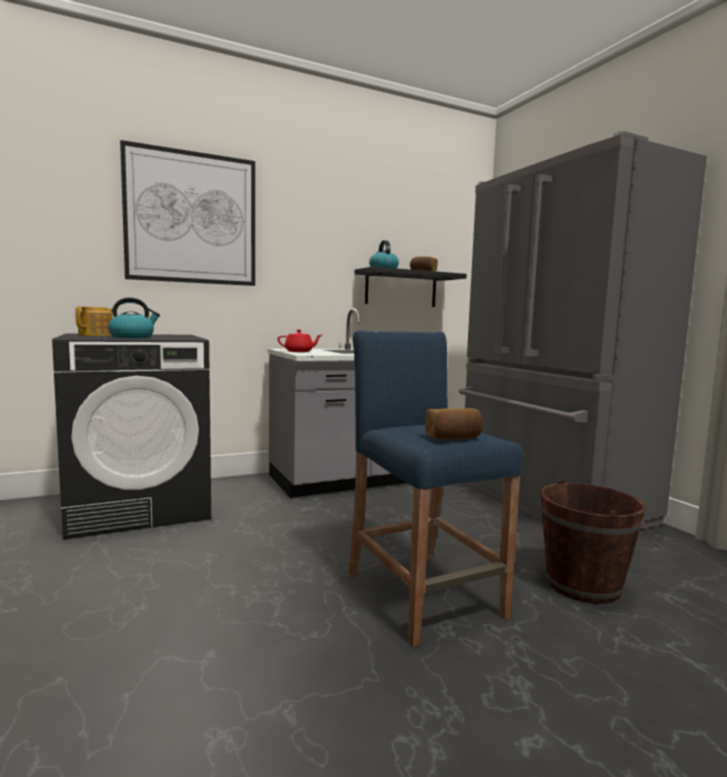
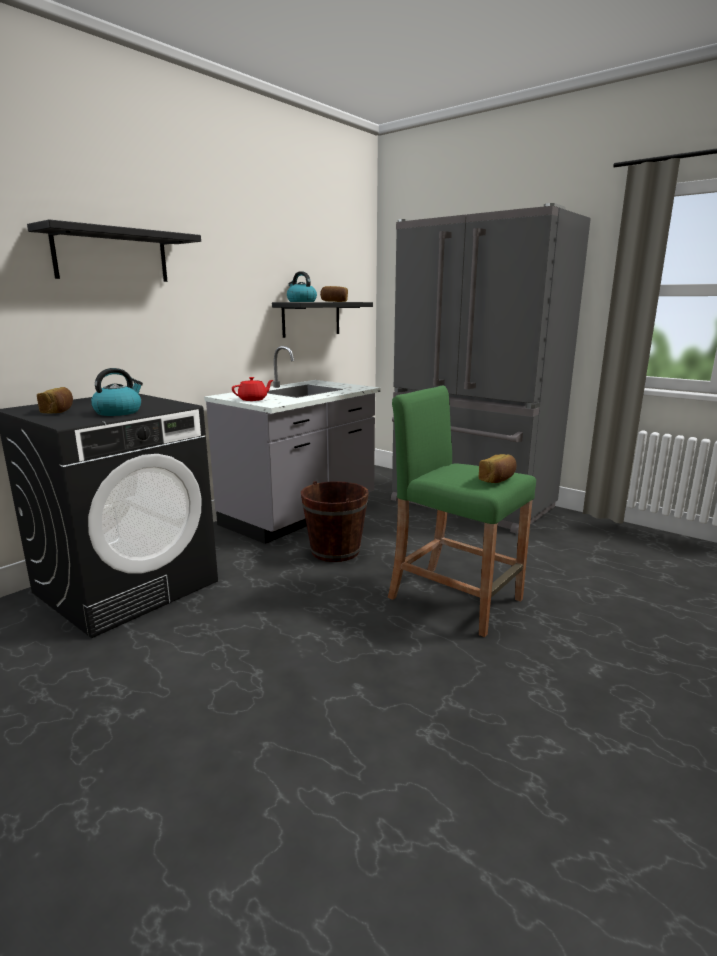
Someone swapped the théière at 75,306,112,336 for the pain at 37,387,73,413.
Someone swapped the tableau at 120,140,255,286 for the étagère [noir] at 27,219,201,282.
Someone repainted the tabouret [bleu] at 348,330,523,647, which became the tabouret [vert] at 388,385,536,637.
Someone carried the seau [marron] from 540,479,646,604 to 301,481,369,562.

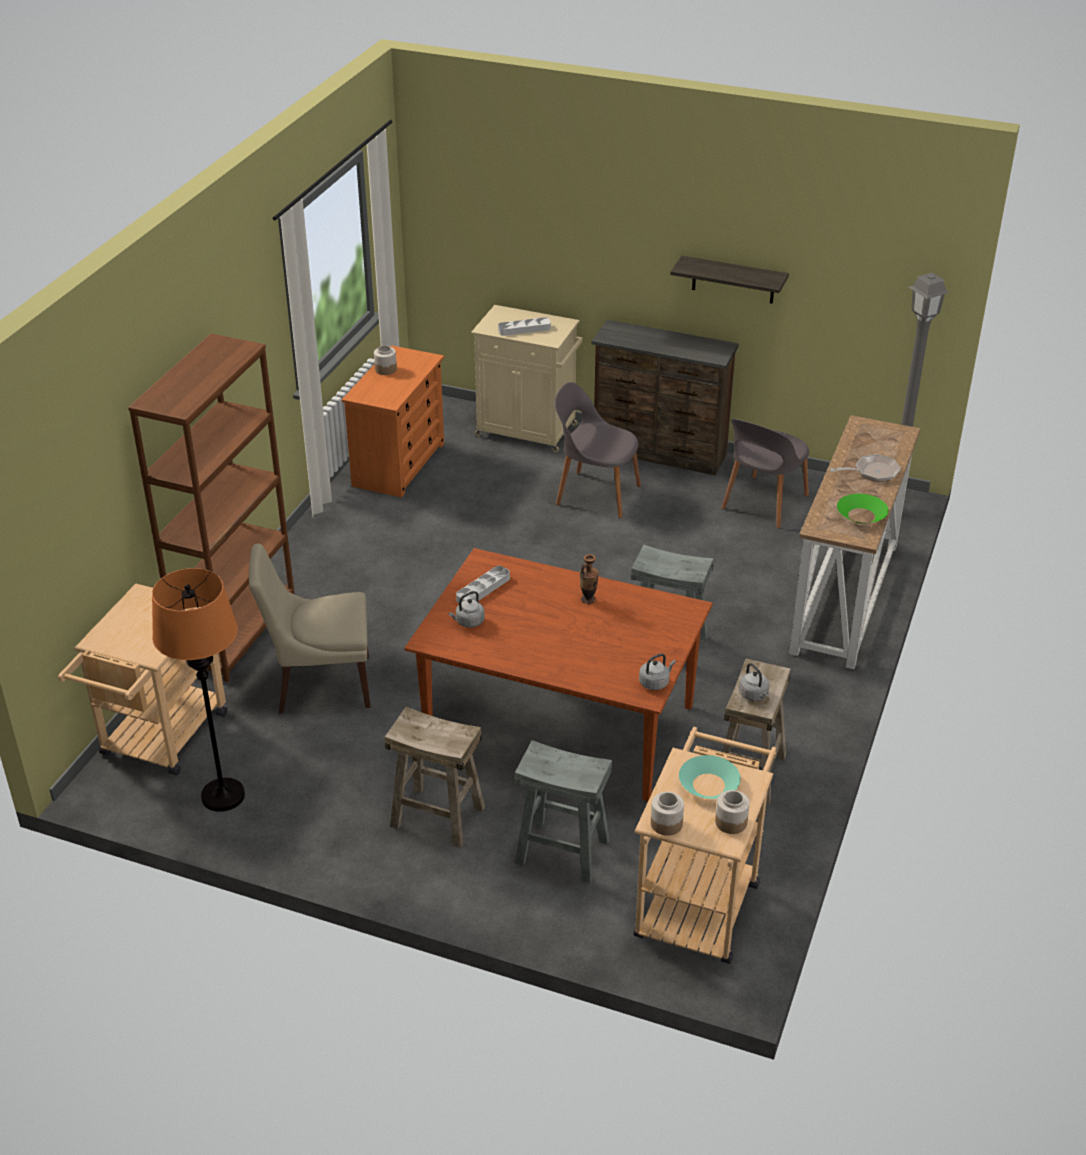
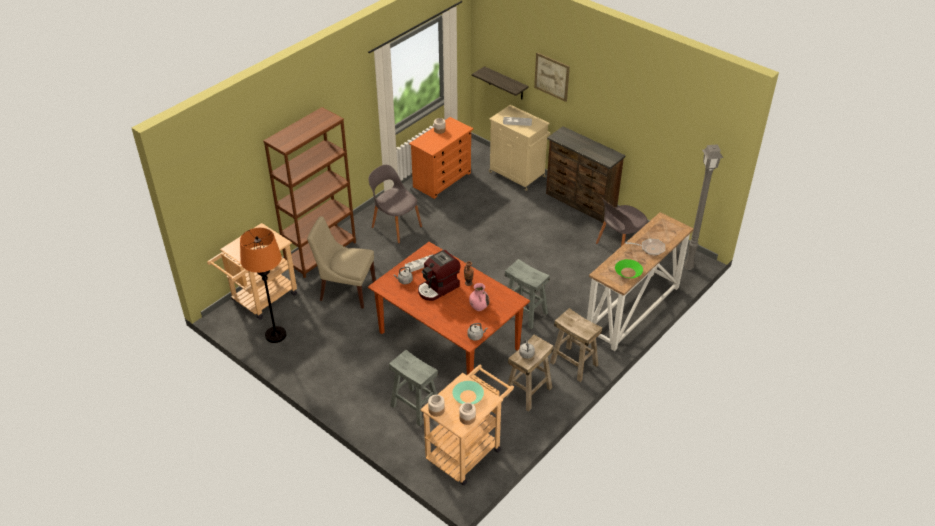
Someone carried the tabouret [beige] from 385,707,485,848 to 550,308,602,382.
Someone carried the chaise [gris] from 554,382,641,518 to 368,165,422,243.
Someone carried the étagère from 670,256,789,304 to 472,66,529,99.
Someone put down the machine à café at 418,250,461,301.
Someone put down the vase [rose] at 469,283,489,311.
Someone put up the tableau at 534,52,570,102.

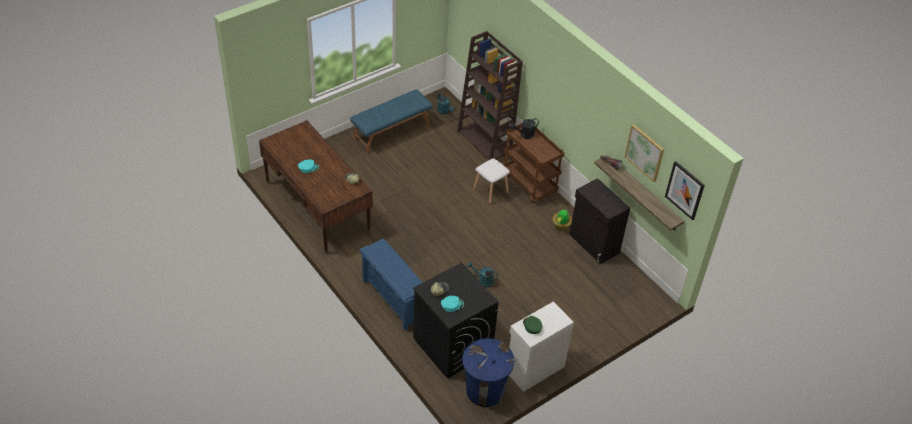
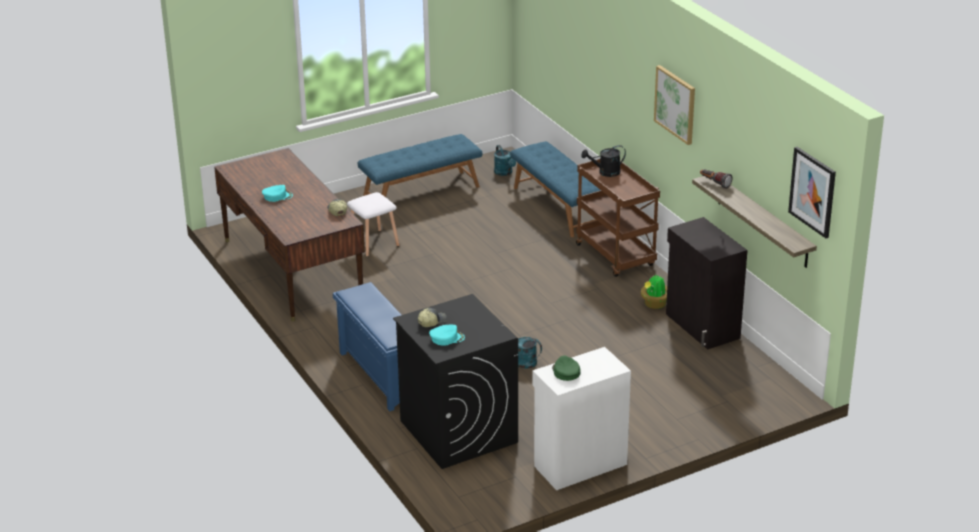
Someone swapped the bibliothèque [marron] at 457,31,523,160 for the banc [bleu] at 510,141,600,237.
Someone took away the poubelle [bleu] at 462,338,514,407.
Someone carried the tabouret [blanc] from 473,158,510,204 to 347,192,399,257.
Someone carried the tableau from 625,124,664,182 to 654,65,695,145.

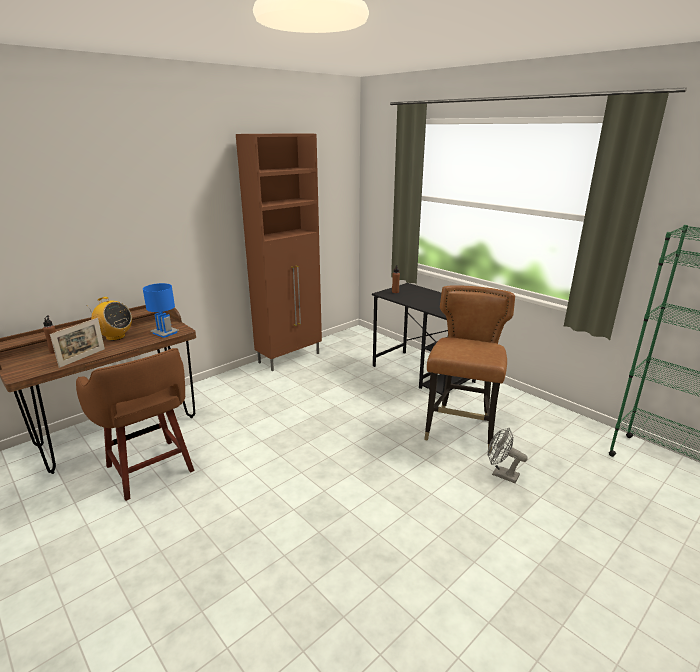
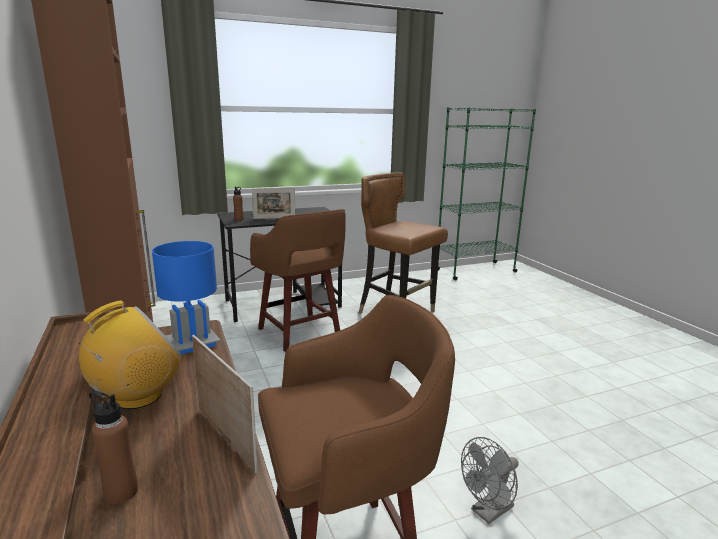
Someone carried the ventilateur [gris] from 488,428,528,483 to 461,437,519,524.
Someone put down the tabouret [marron] at 250,209,346,352.
Someone put down the cadre photo at 252,188,295,219.

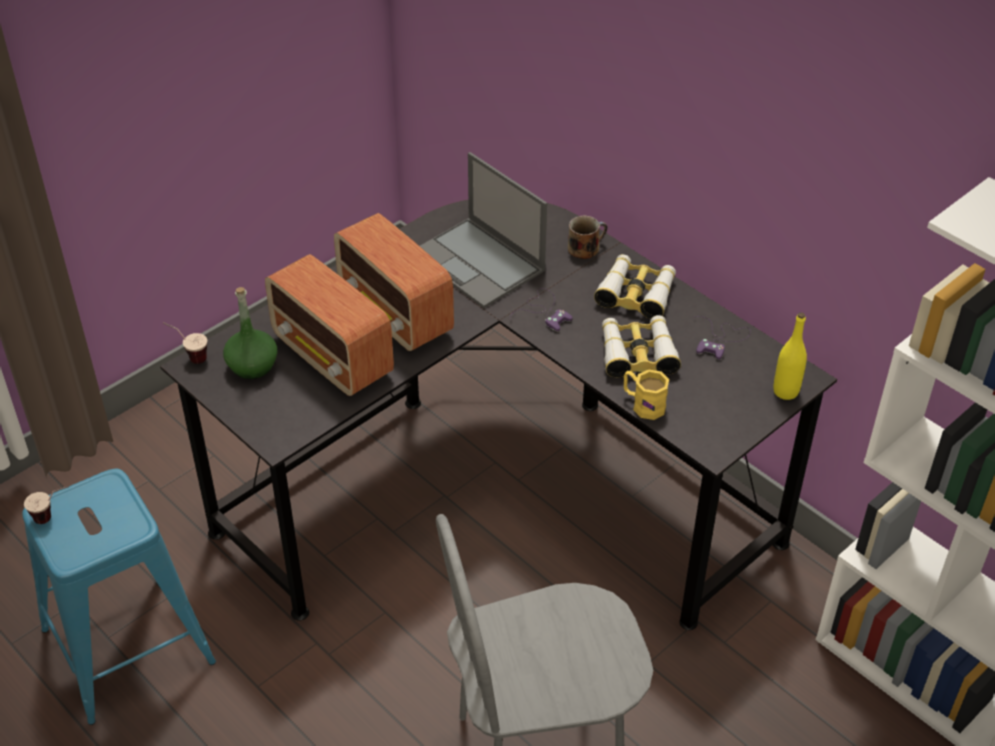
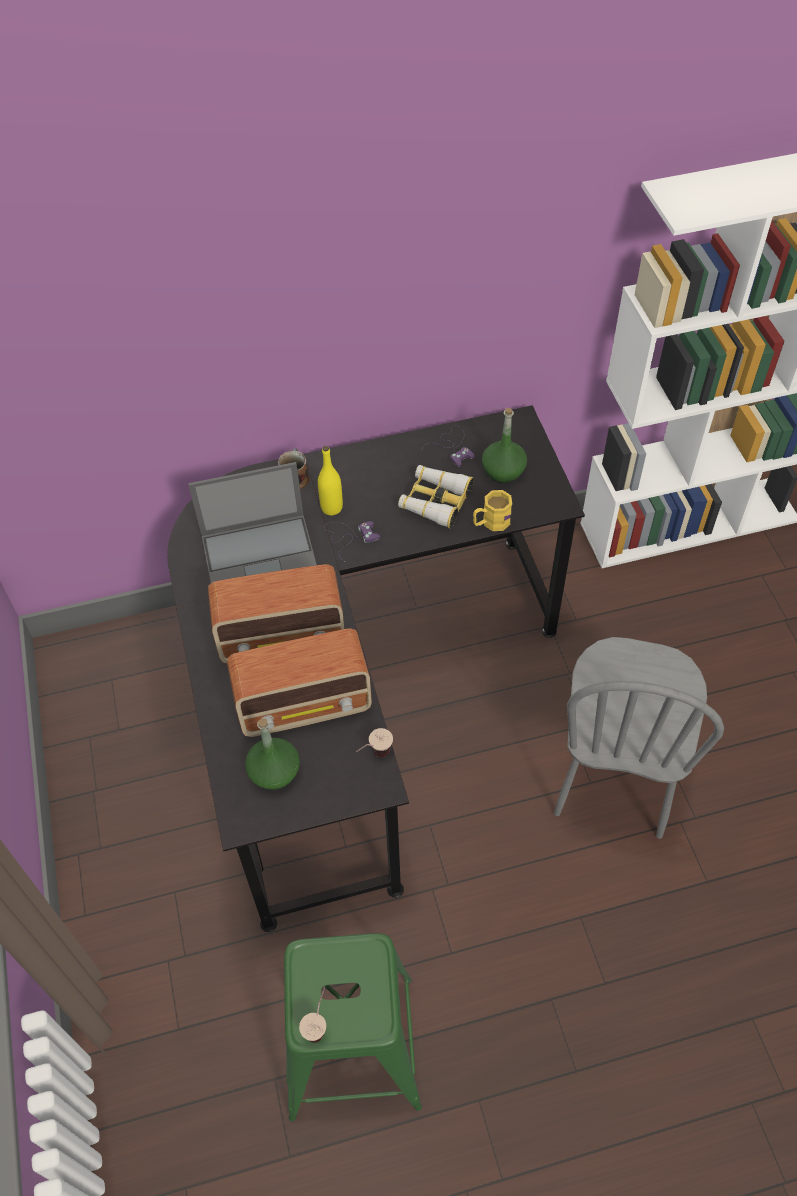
Someone repainted the tabouret [bleu] at 22,468,216,725, which became the tabouret [vert] at 284,933,422,1122.
Someone carried the tasse from 163,322,207,364 to 356,728,393,757.
Someone took away the jumelles at 594,254,676,319.
Someone carried the bouteille [jaune] from 773,313,807,400 to 318,446,343,515.
Someone put down the bouteille [vert] at 482,408,527,483.

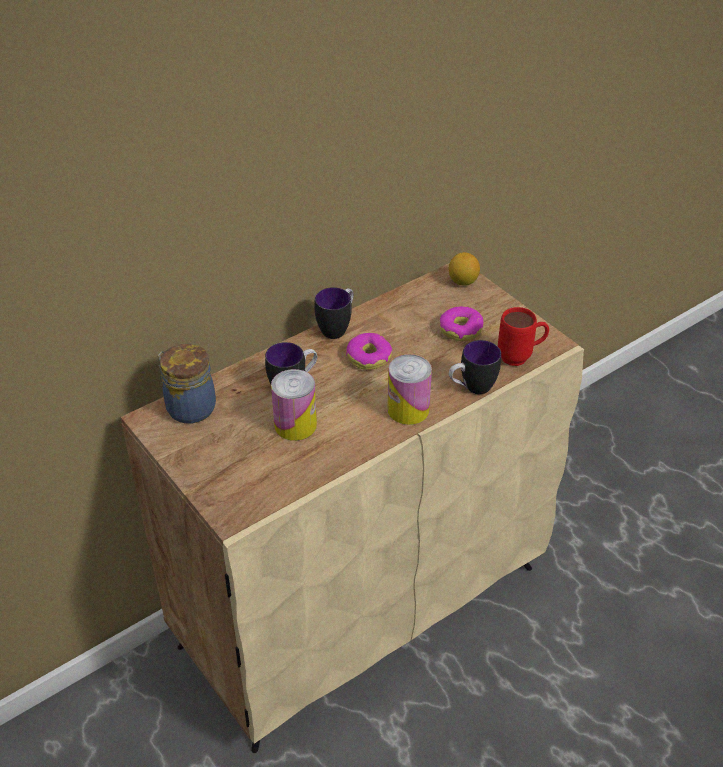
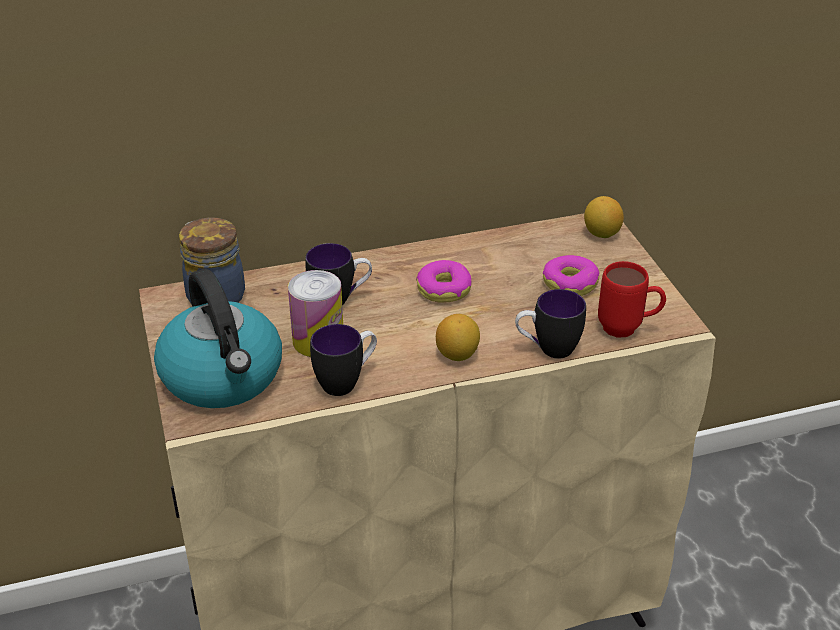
Someone carried the mug from 314,287,354,339 to 310,324,377,396.
Someone swapped the boîte métallique at 388,354,432,425 for the citron at 436,314,480,361.
Someone put down the bouilloire at 154,269,282,408.

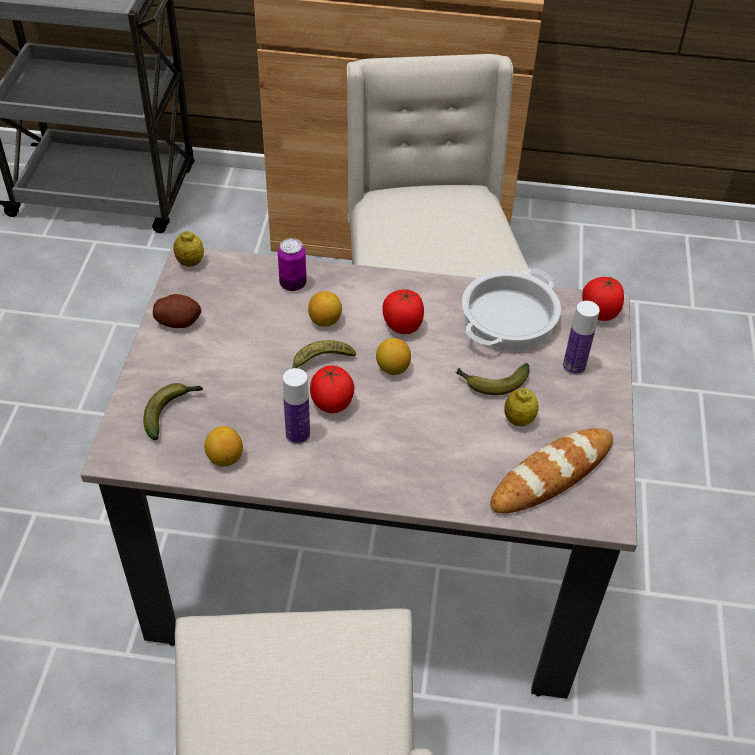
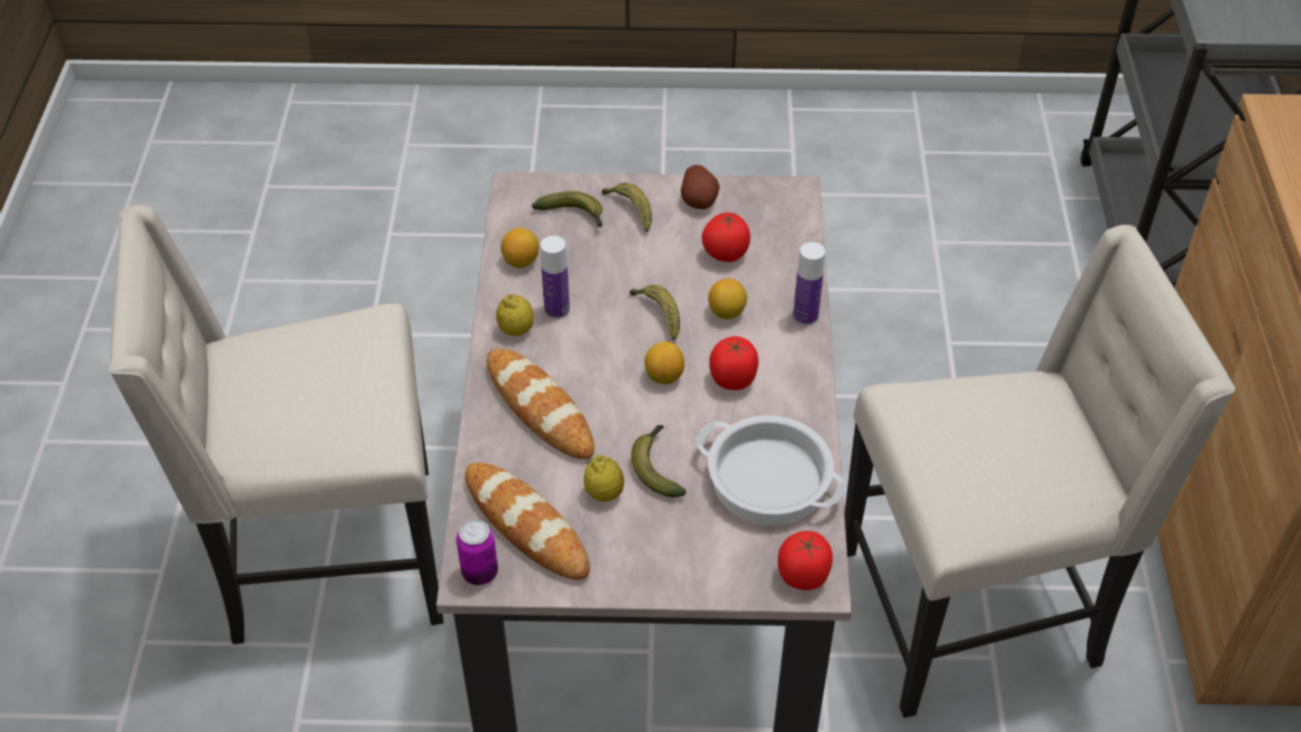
Someone carried the citron from 173,231,204,267 to 496,294,534,336.
Someone carried the boîte métallique from 278,238,306,291 to 456,519,498,585.
Someone carried the tomate from 310,366,354,413 to 702,213,750,262.
Someone carried the bouteille from 563,301,600,375 to 793,242,825,326.
Someone put down the pain at 487,348,594,460.
Someone put down the banane at 602,183,652,232.

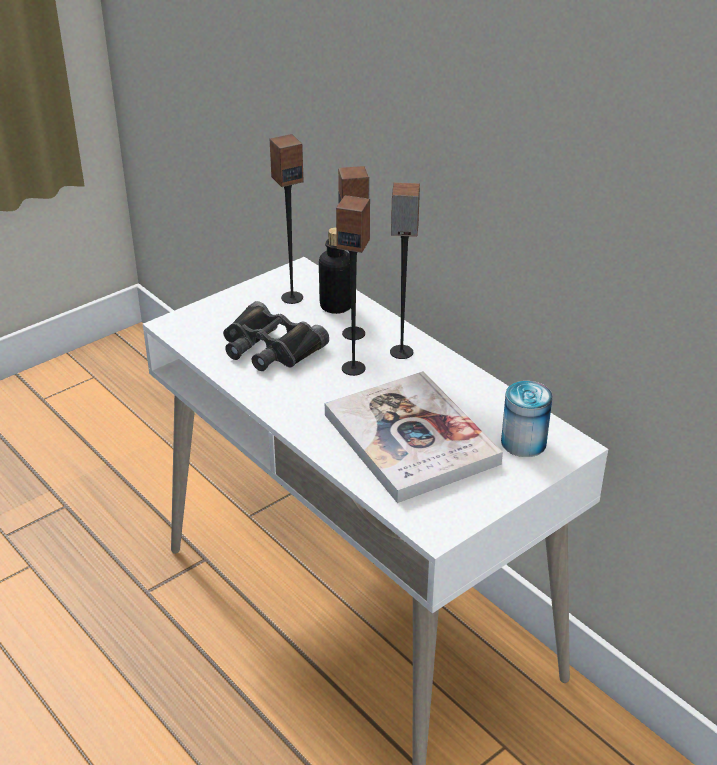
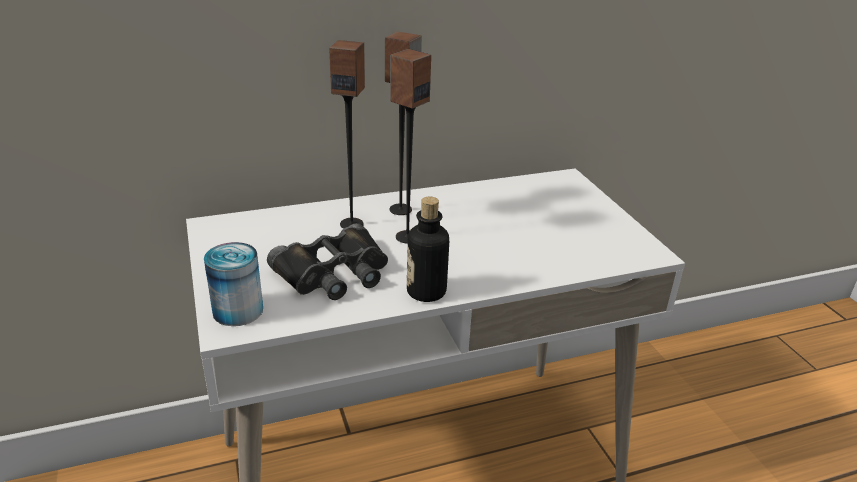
Someone took away the enceinte at 270,134,304,304.
Someone carried the bouteille from 319,227,351,314 to 407,196,449,302.
Someone took away the livre at 325,371,503,503.
Someone carried the boîte métallique from 501,381,553,457 to 204,242,263,326.

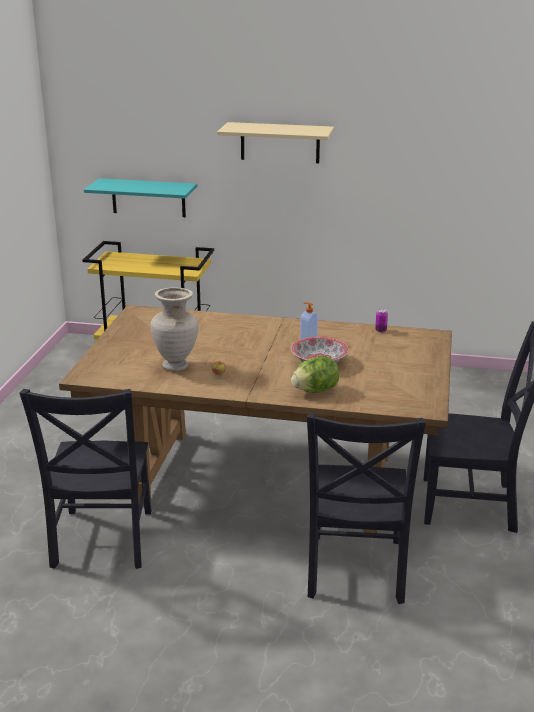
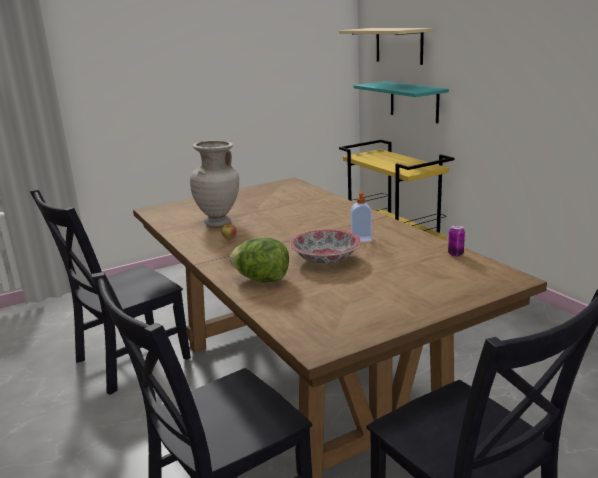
Someone carried the étagère [beige] from 217,122,334,163 to 339,28,433,65.

